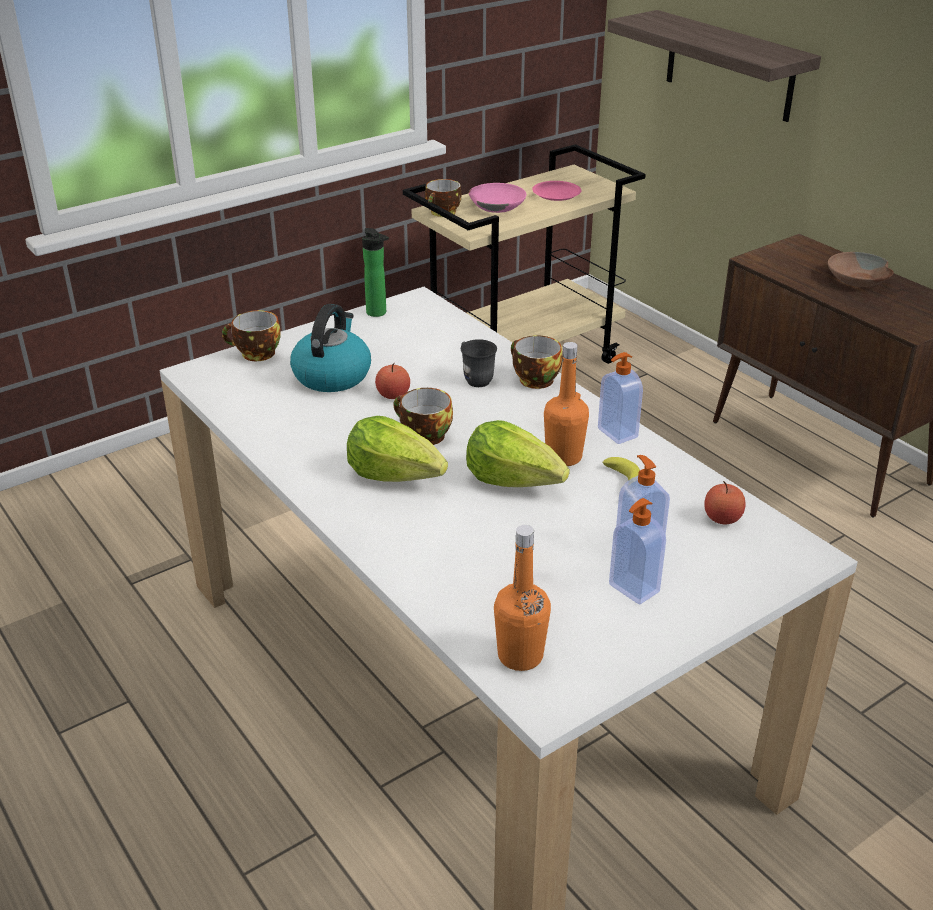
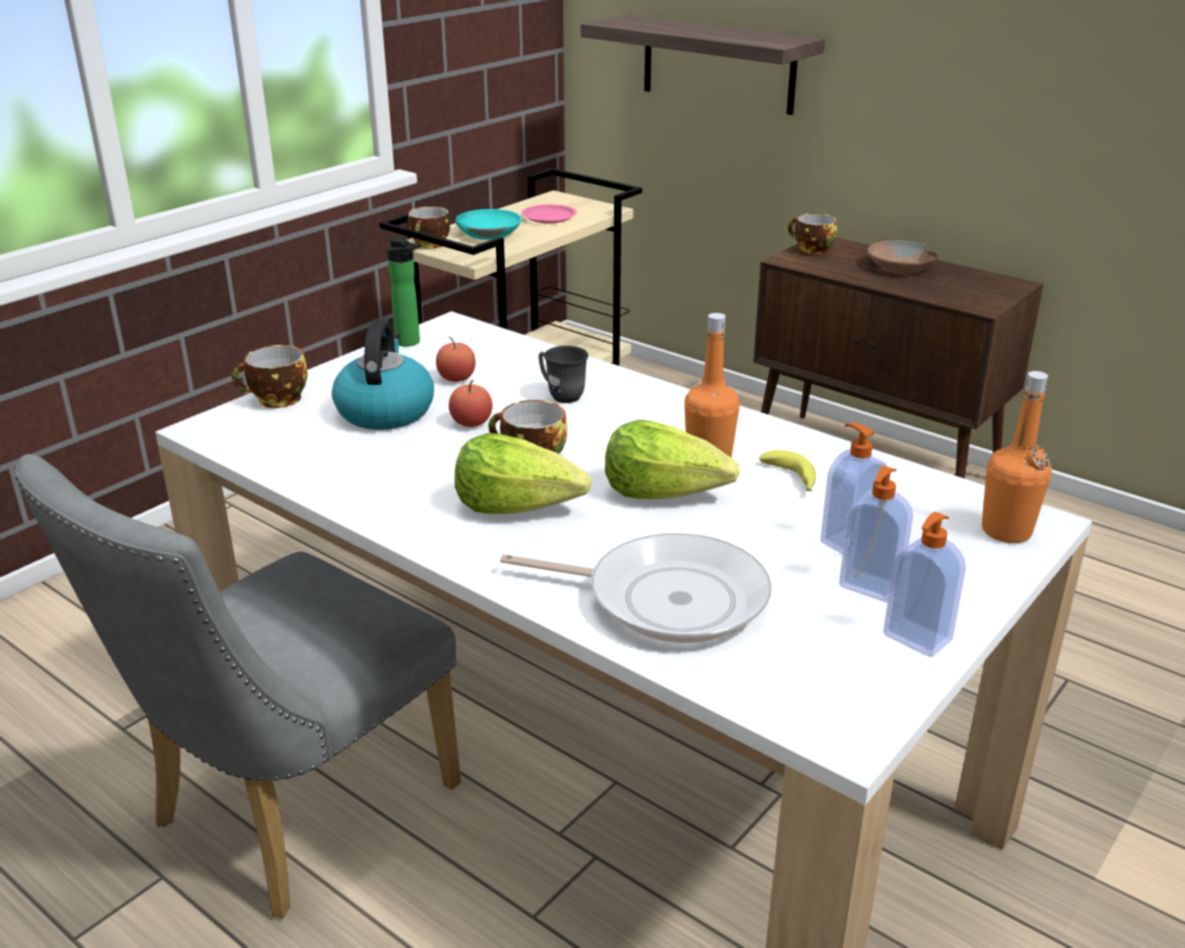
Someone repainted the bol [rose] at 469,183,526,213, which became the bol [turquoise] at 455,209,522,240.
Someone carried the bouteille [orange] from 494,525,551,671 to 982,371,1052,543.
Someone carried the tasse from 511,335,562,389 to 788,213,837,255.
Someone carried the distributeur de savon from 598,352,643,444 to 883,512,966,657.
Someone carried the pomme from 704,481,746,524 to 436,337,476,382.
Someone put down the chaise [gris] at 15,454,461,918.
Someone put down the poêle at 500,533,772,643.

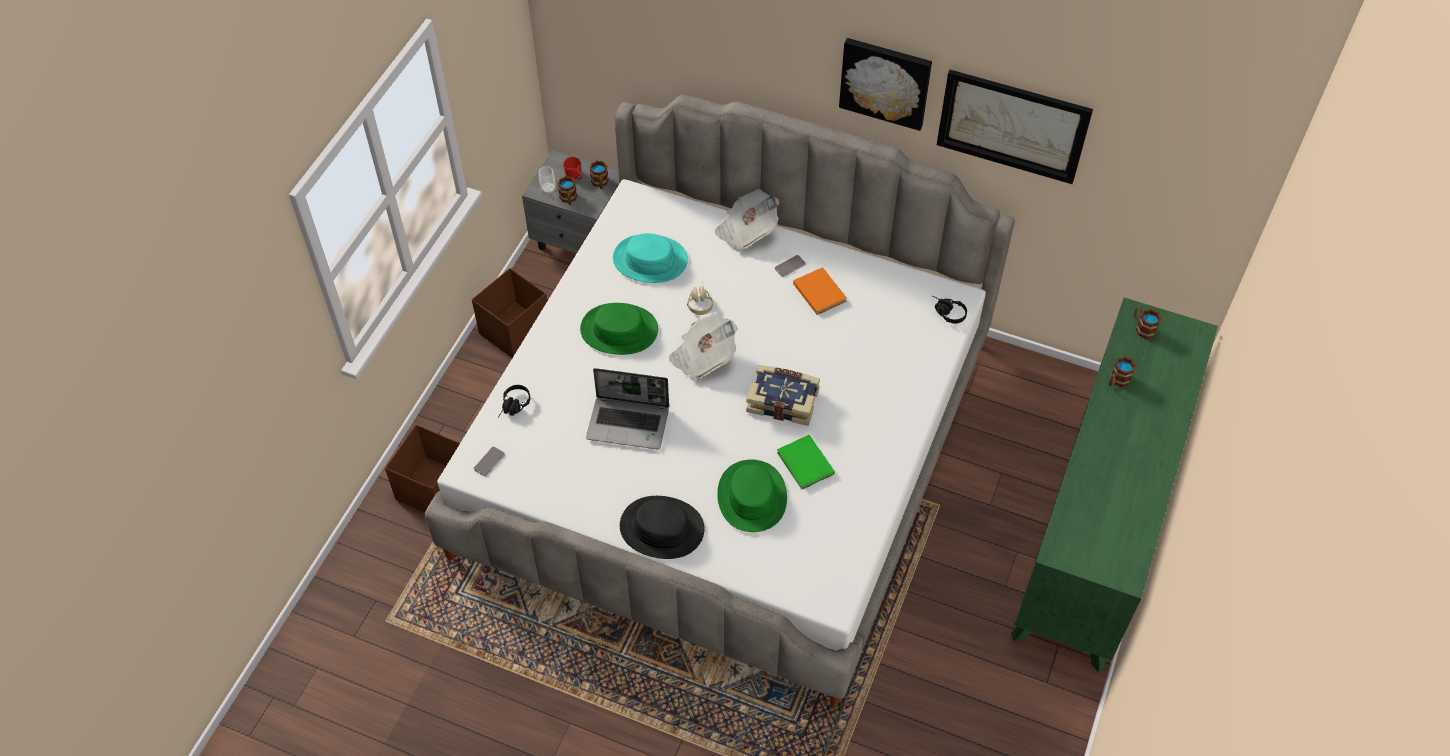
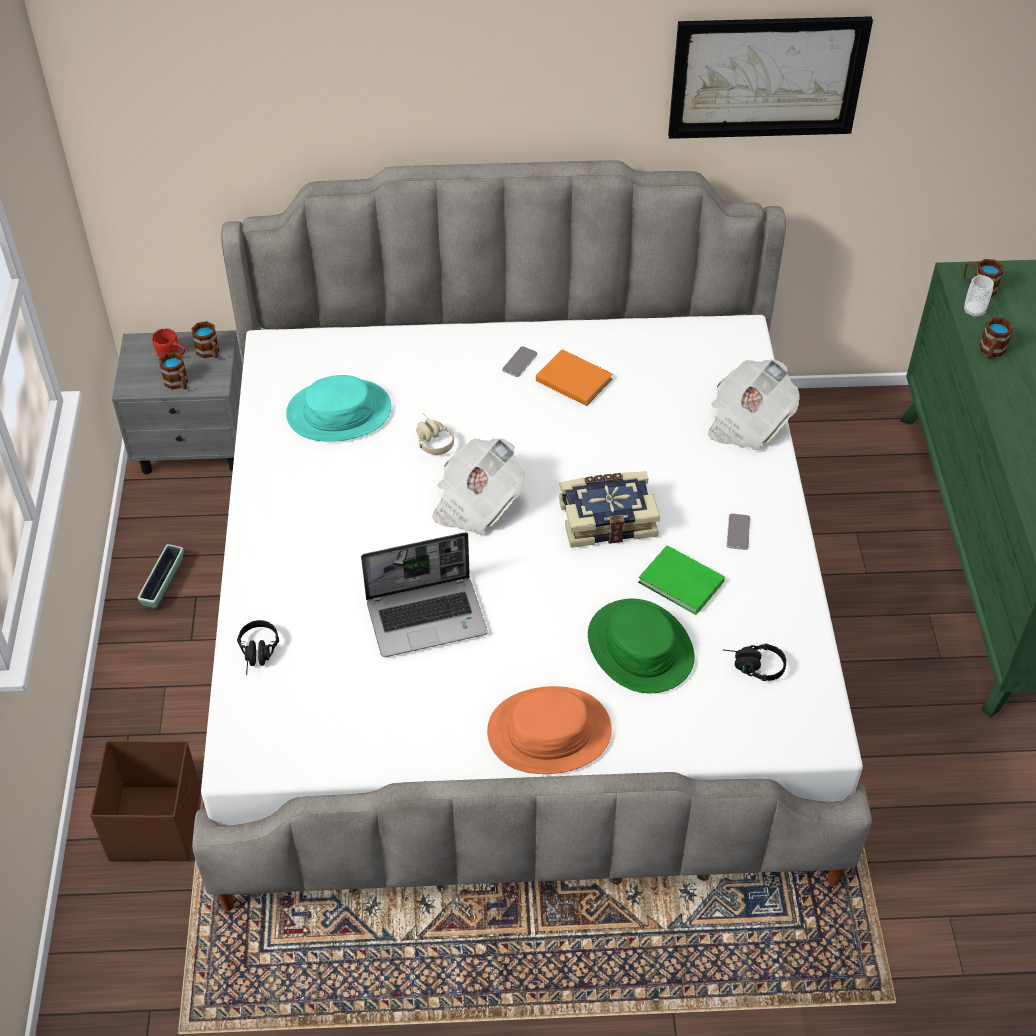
Someone swapped the boîte de rangement [marron] at 472,268,547,358 for the cache-pot at 138,544,183,610.
Someone carried the téléphone from 473,447,505,476 to 727,513,750,550.
Someone carried the tasse from 539,166,556,194 to 964,275,994,318.
Someone took away the chapeau [vert] at 580,303,658,355.
Someone repainted the chapeau [noir] at 620,496,705,559, which became the chapeau [orange] at 487,686,612,774.
Someone carried the journal from 715,189,780,251 to 708,359,799,450.
Someone took away the tableau at 839,38,932,131.
Someone carried the casque audio [noir] from 933,296,967,323 to 724,644,786,681.

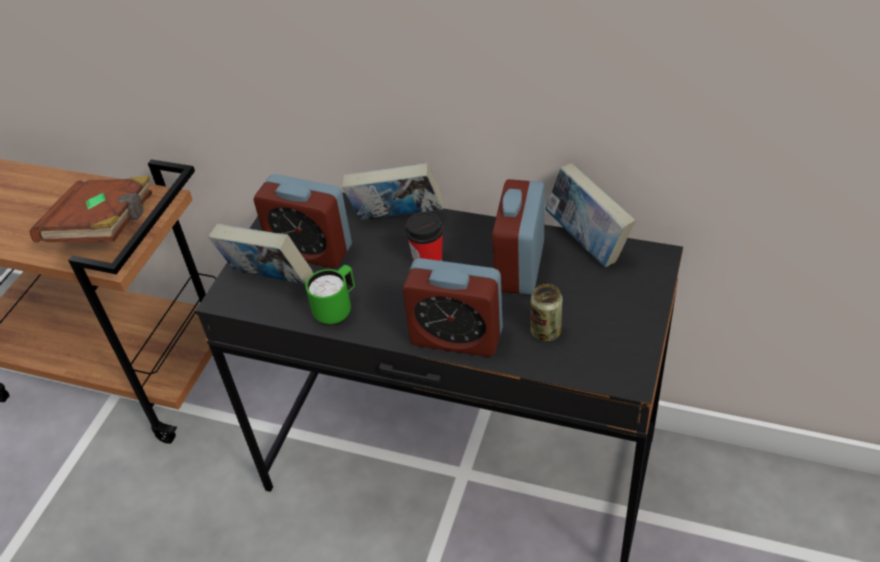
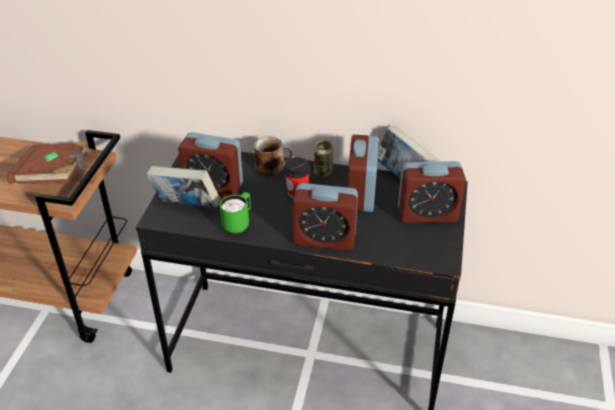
Someone swapped the livre at 342,162,443,220 for the mug at 254,136,293,176.
Someone carried the boîte métallique from 531,284,563,342 to 314,140,334,177.
Someone put down the réveil at 398,161,466,223.

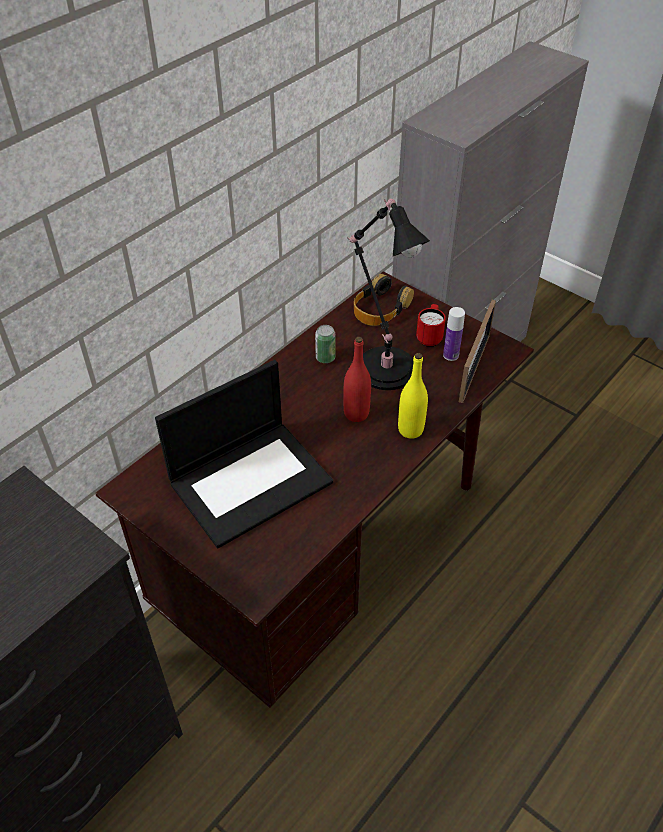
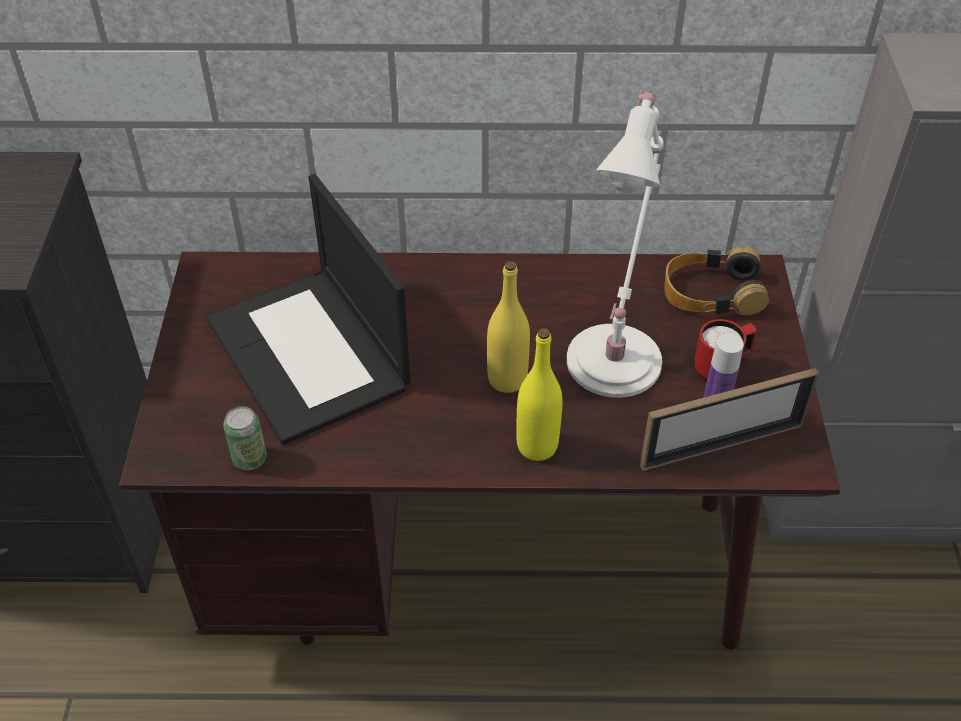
Someone rotated the ordinateur portable at 155,360,333,548 by 45 degrees clockwise.
Someone carried the boîte métallique from 315,325,336,363 to 223,406,267,470.
Someone repainted the bouteille [rouge] at 343,337,371,422, which became the bouteille [jaune] at 487,261,530,393.
Someone repainted the lampe de table [noir] at 347,199,430,390, which became the lampe de table [blanc] at 567,88,664,398.

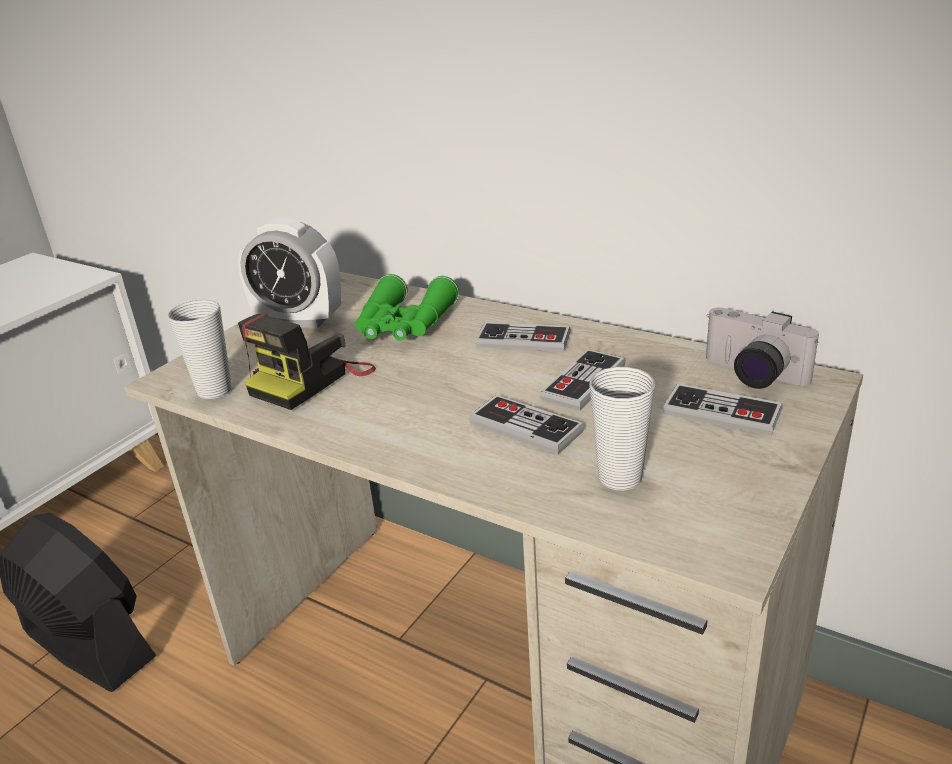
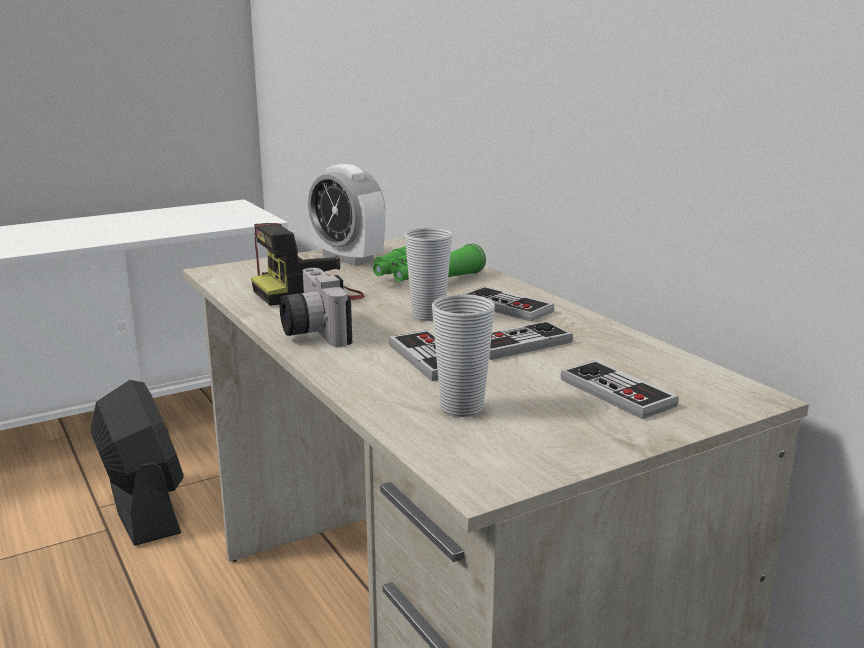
Someone carried the tasse from 167,300,232,399 to 405,228,452,321.
Someone carried the appareil photo from 706,308,819,389 to 280,268,352,347.

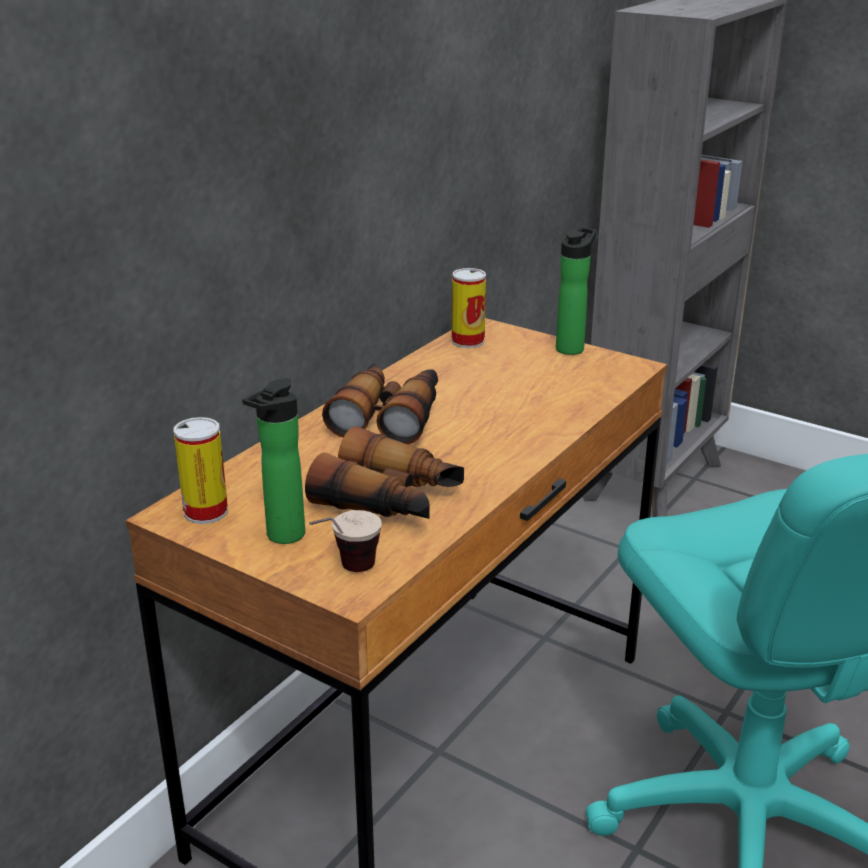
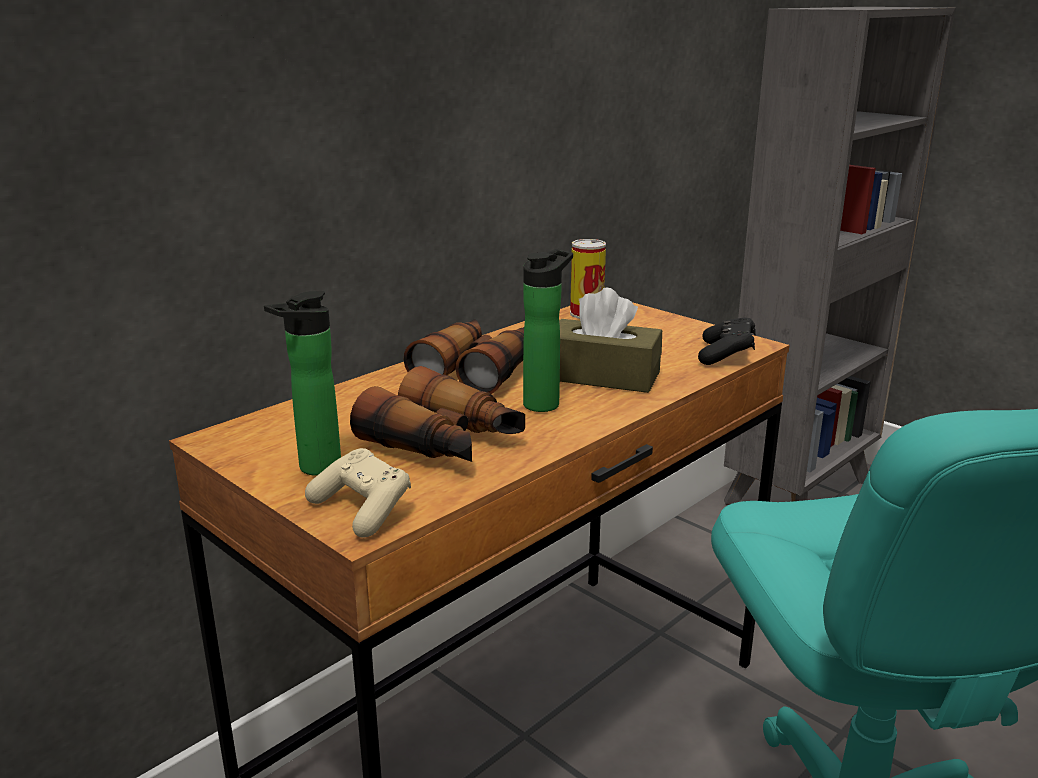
Someone took away the boîte métallique at 173,417,228,524.
Someone swapped the tasse at 309,510,382,572 for the manette [beige] at 305,448,411,538.
Someone carried the bouteille from 556,227,597,355 to 523,249,573,412.
Someone put down the boîte à mouchoirs [marron] at 559,288,662,393.
Someone put down the manette [noir] at 698,318,756,365.

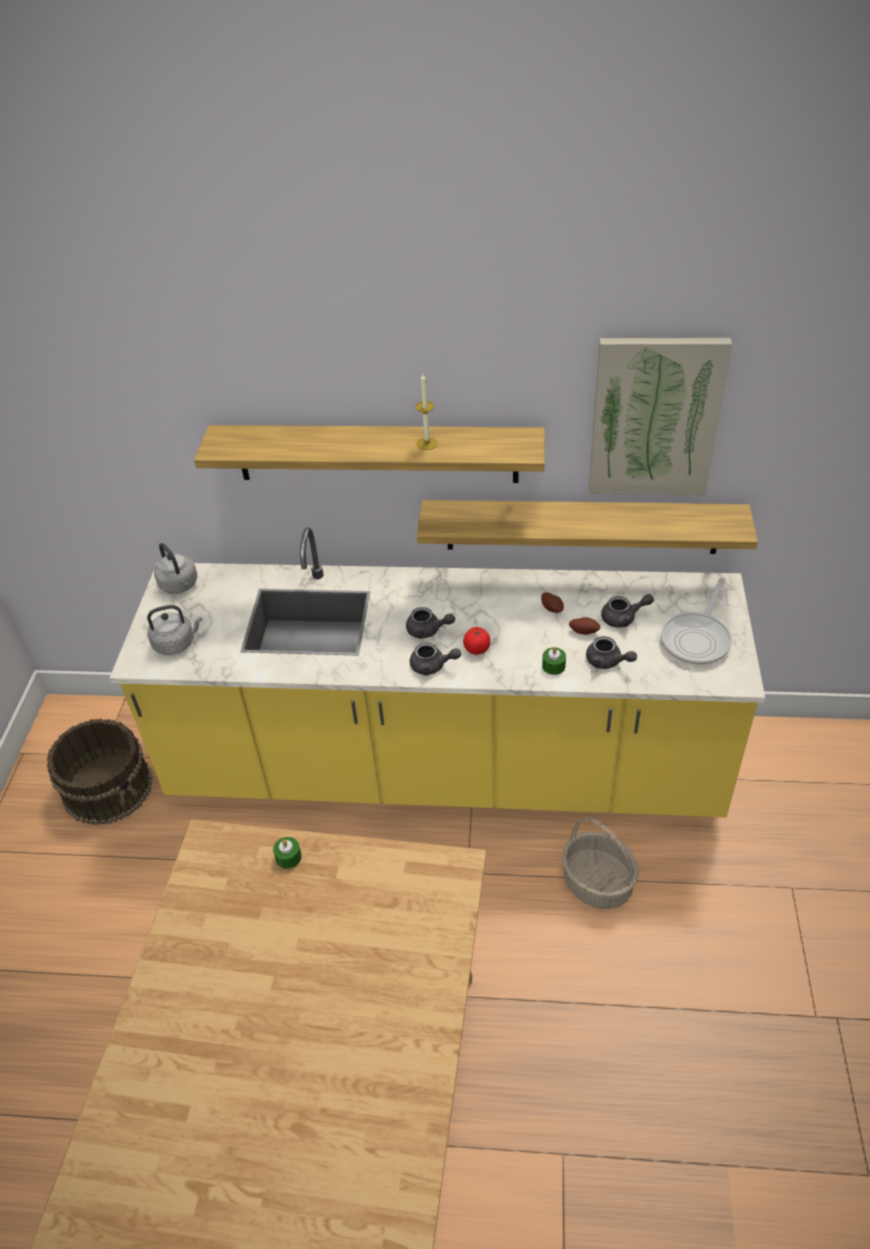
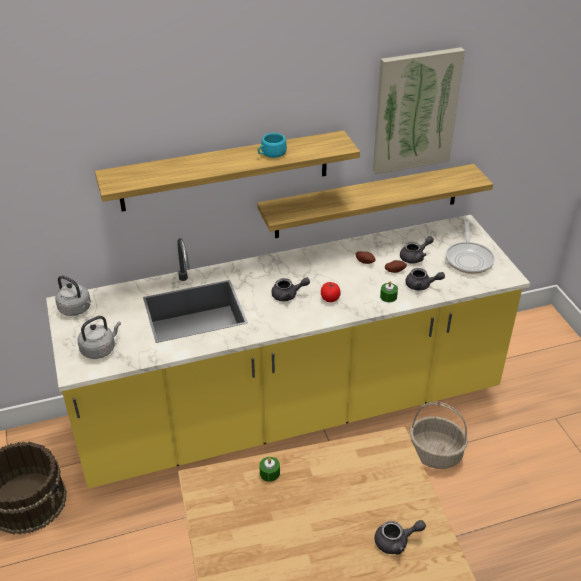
Someone carried the théière [gris] from 410,642,461,675 to 375,520,426,555.
Someone swapped the bougie at 416,374,438,450 for the tasse [turquoise] at 258,133,287,158.

